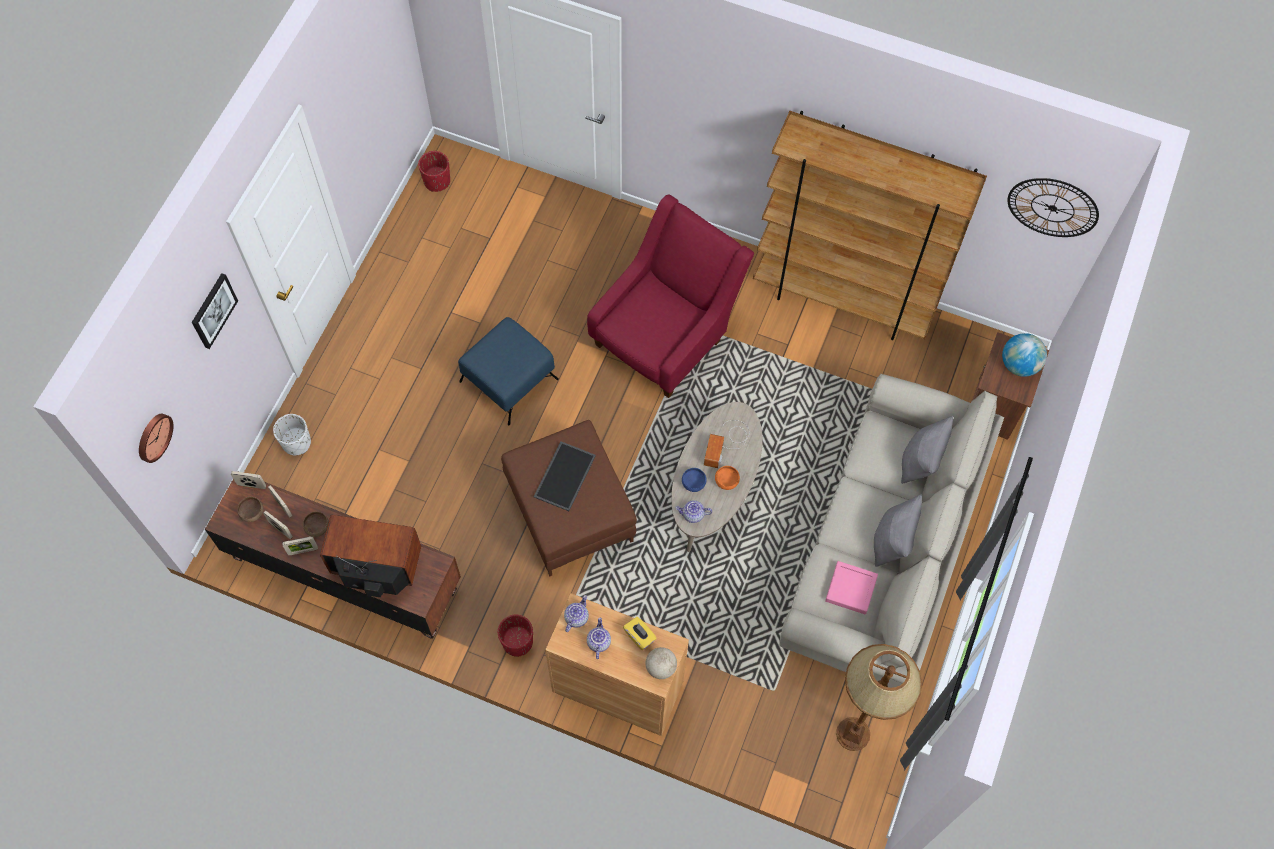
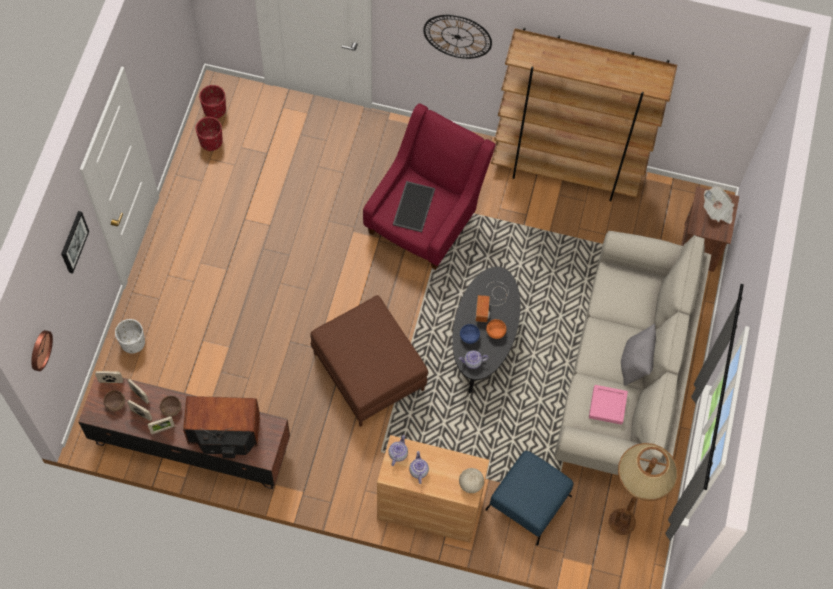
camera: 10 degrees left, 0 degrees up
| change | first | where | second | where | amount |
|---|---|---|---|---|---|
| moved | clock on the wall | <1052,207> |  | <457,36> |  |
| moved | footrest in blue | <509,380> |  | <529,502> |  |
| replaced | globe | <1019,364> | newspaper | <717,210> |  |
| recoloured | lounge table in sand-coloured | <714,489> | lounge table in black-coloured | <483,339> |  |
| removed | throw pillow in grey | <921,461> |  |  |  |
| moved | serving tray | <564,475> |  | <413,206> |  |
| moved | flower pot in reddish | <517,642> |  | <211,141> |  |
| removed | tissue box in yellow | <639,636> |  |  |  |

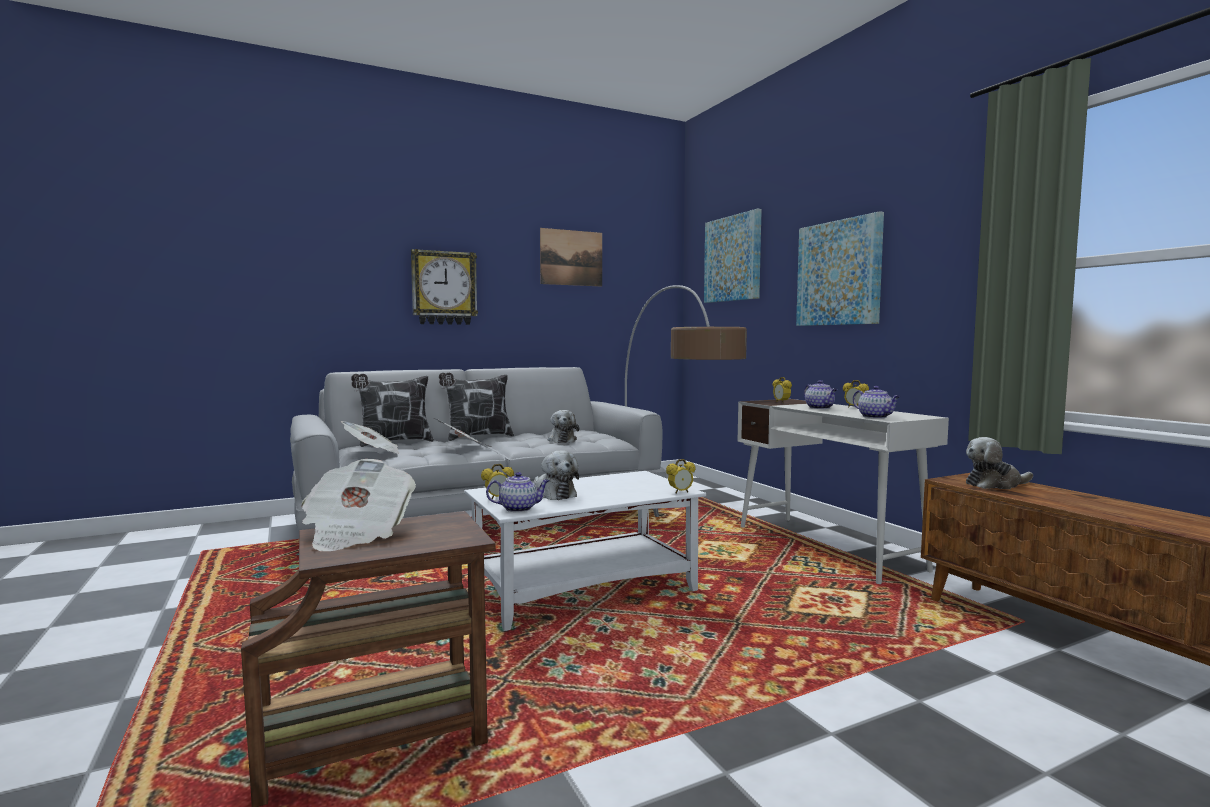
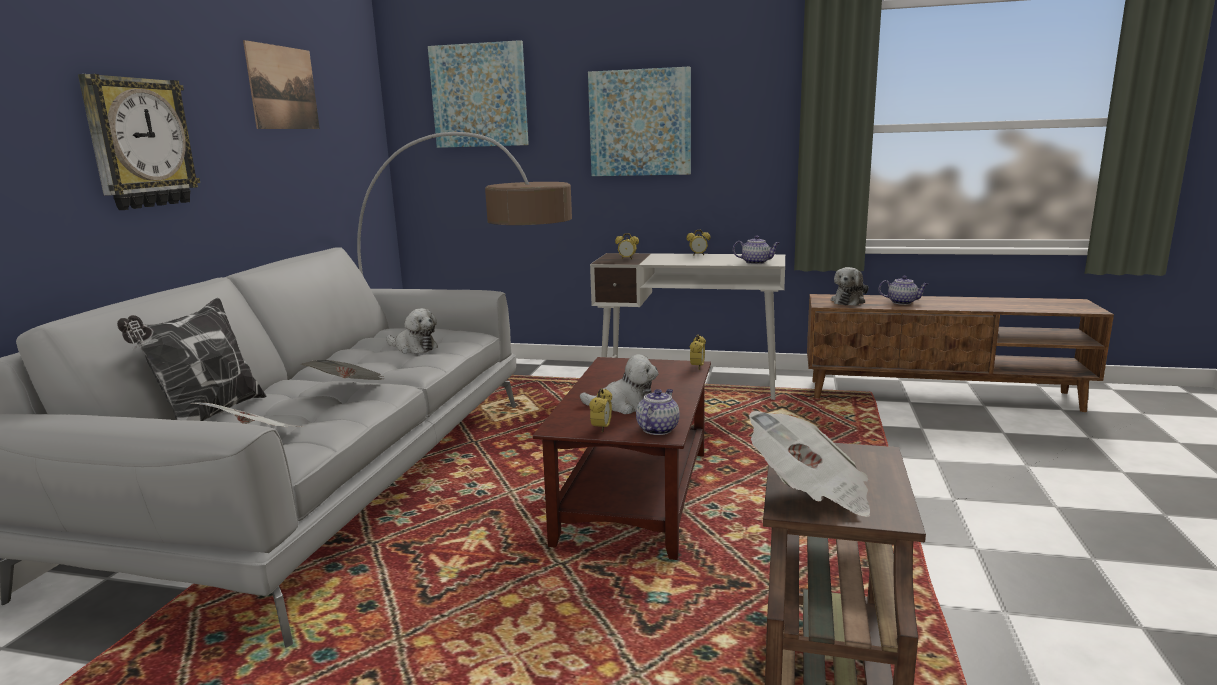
camera: 50 degrees left, 10 degrees up
| change | first | where | second | where | amount |
|---|---|---|---|---|---|
| removed | throw pillow | <477,437> |  |  |  |
| moved | tea pot | <820,408> |  | <902,302> |  |
| recoloured | lounge table in white-coloured | <585,589> | lounge table in brownish | <634,494> |  |

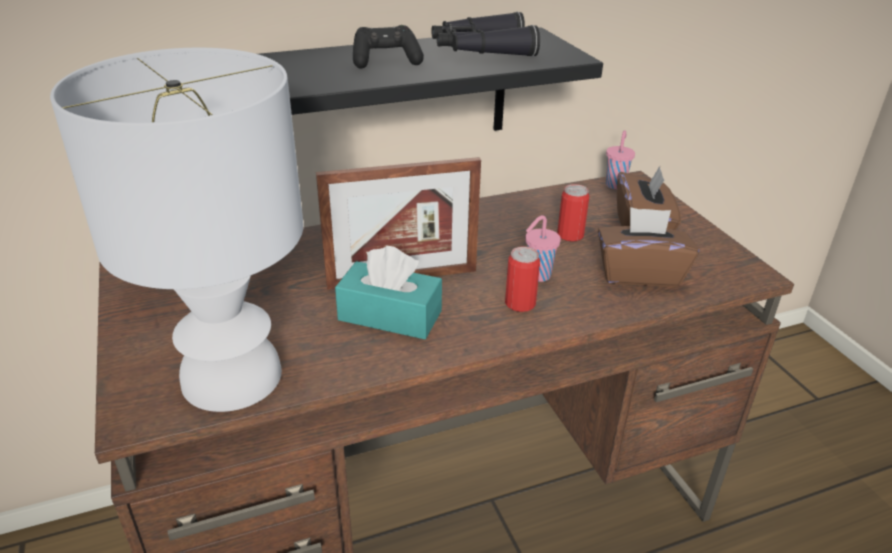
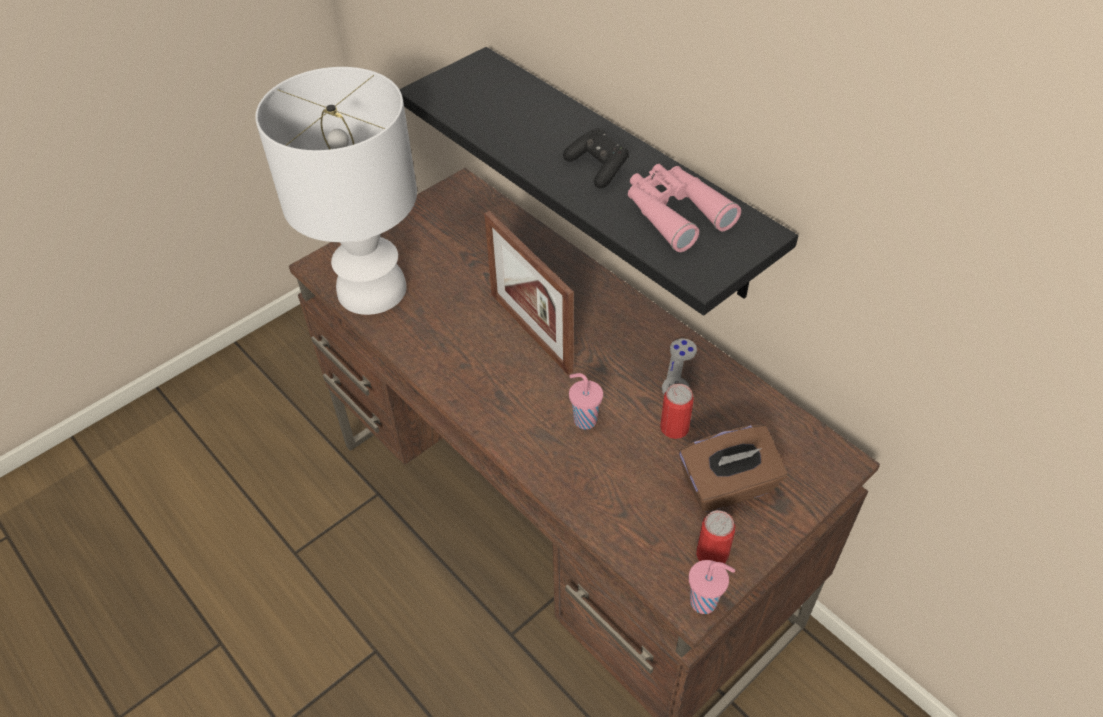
camera: 70 degrees right, 15 degrees up
| change | first | where | second | where | amount |
|---|---|---|---|---|---|
| recoloured | field glasses in black-coloured | <481,50> | field glasses in pinkish | <674,213> |  |
| moved | cup in pinkish | <615,184> |  | <705,602> |  |
| removed | tissue box in brownish | <639,273> |  |  |  |
| removed | tissue box in turquoise | <390,315> |  |  |  |
| moved | can | <520,303> |  | <712,554> |  |
| added |  |  | game controller in grey | <679,370> |  |

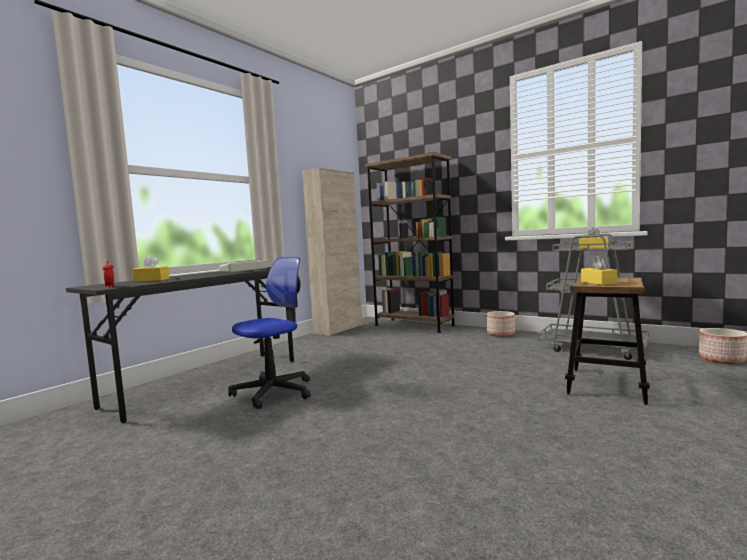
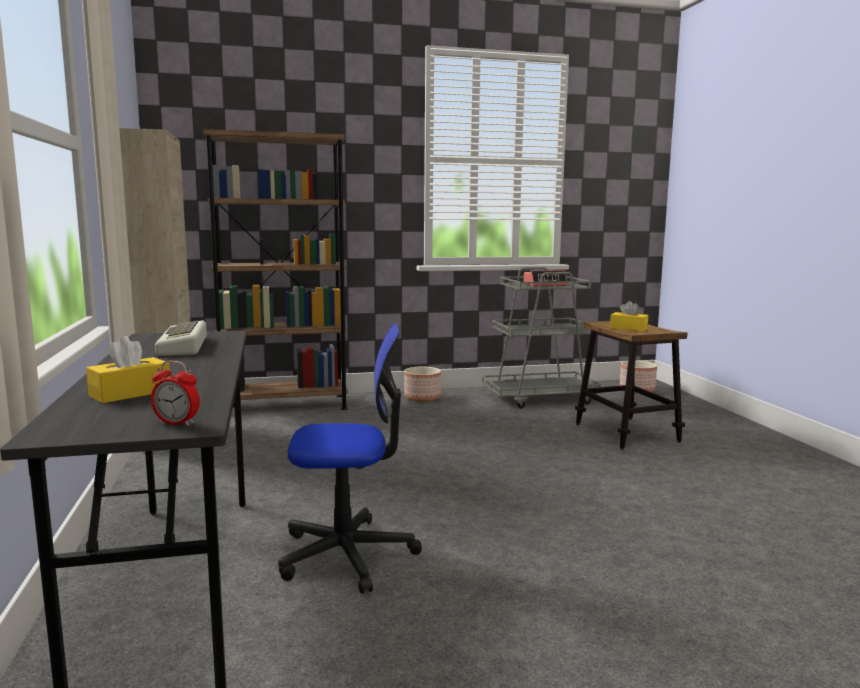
camera: 50 degrees left, 5 degrees up
| change | first | where | second | where | amount |
|---|---|---|---|---|---|
| replaced | tissue box in yellow | <593,248> | bedside clock | <545,285> |  |
| turned | desk chair | <273,392> |  | <347,554> | 90 degrees clockwise |

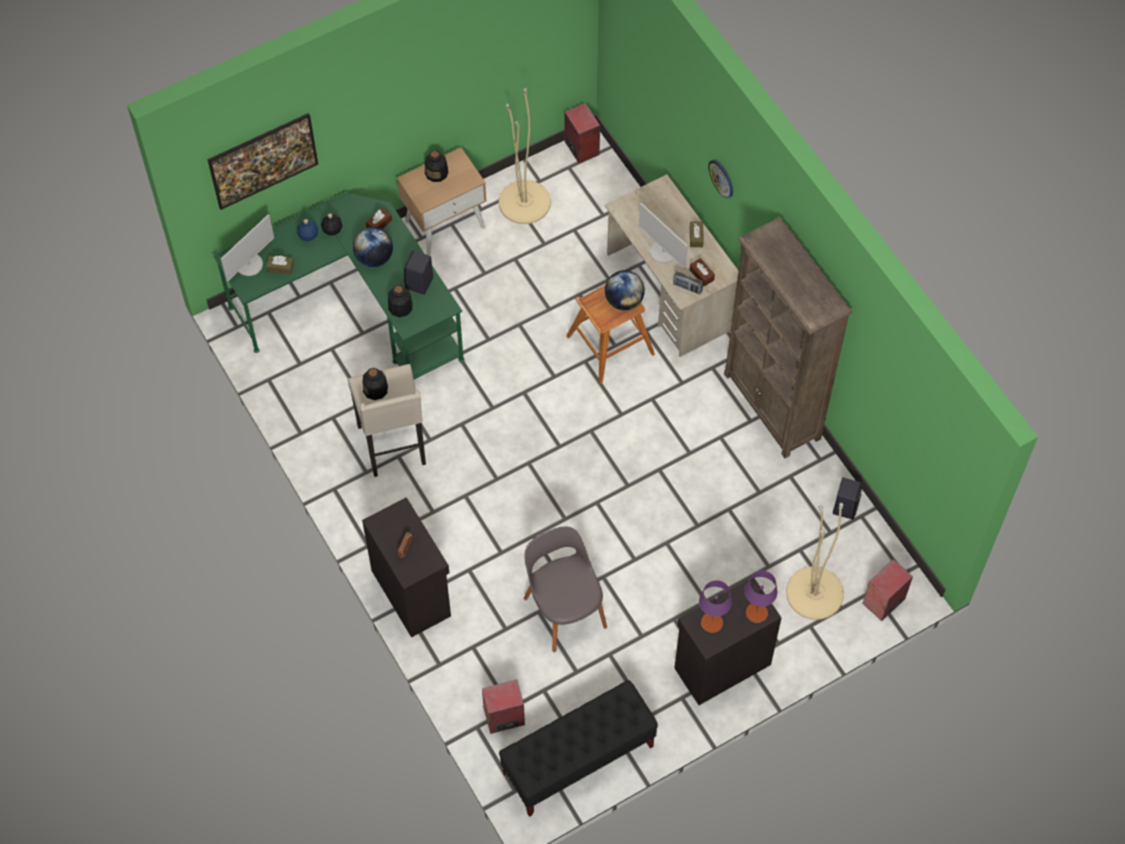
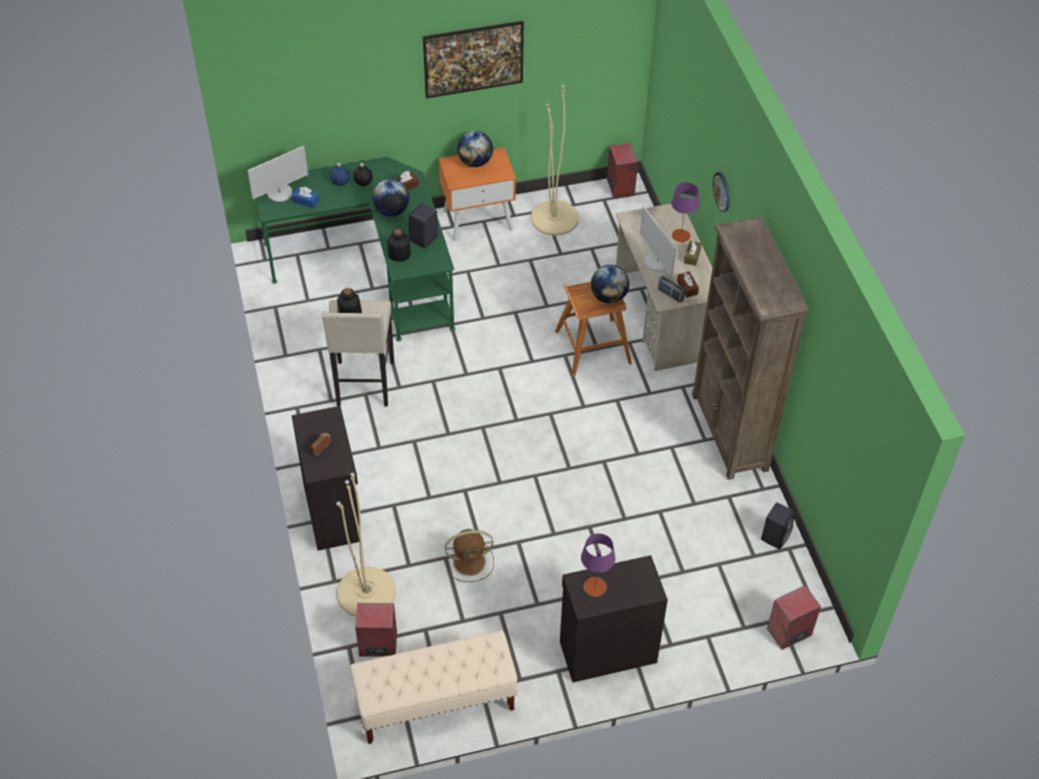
camera: 15 degrees right, 10 degrees down
| change | first | where | second | where | amount |
|---|---|---|---|---|---|
| moved | wall art | <266,172> |  | <473,74> |  |
| recoloured | nightstand in sand-coloured | <445,223> | nightstand in orange-coloured | <478,220> |  |
| replaced | beverage bottle | <437,173> | globe | <475,162> |  |
| recoloured | tissue box in brownish | <280,268> | tissue box in blue | <306,201> |  |
| moved | floor lamp in sand-coloured | <814,593> |  | <366,592> |  |
| replaced | chair in grey | <564,609> | electric fan in brownish | <471,562> |  |
| moved | table lamp in purple | <756,612> |  | <681,235> |  |
| recoloured | bench in black-coloured | <578,760> | bench in sand-coloured | <435,703> |  |

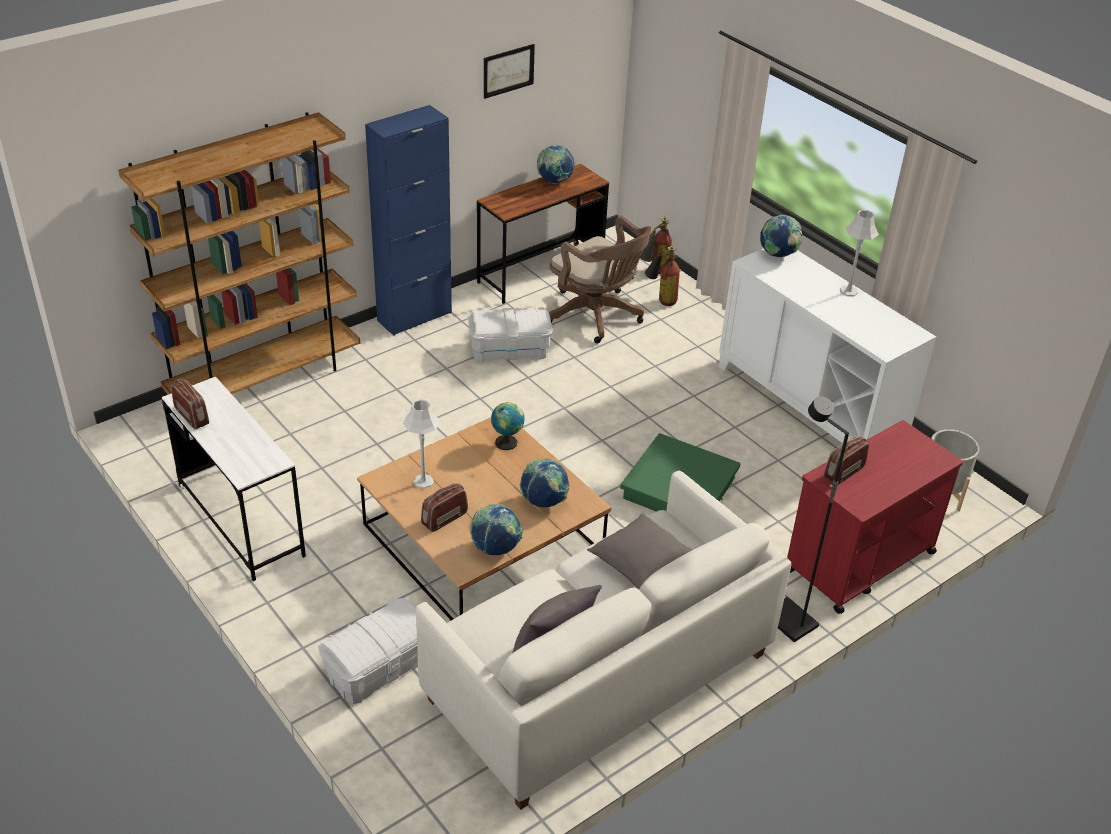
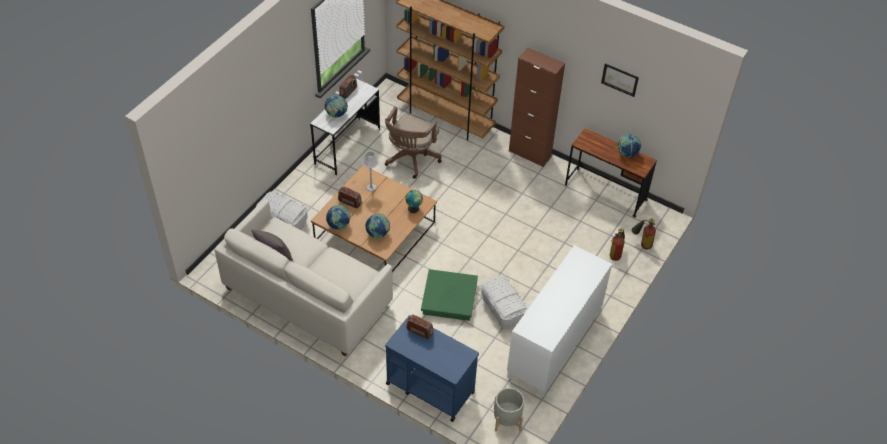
camera: 70 degrees right, 10 degrees up
| change | first | where | second | where | amount |
|---|---|---|---|---|---|
| recoloured | storage cabinet in blue | <414,316> | storage cabinet in brownish | <530,153> |  |
| removed | table lamp in grey | <849,291> |  |  |  |
| moved | desk chair in brownish | <597,317> |  | <410,159> |  |
| moved | globe | <777,255> |  | <336,115> |  |
| moved | storage bin in white-coloured | <509,349> |  | <502,309> |  |
| removed | floor lamp in black-coloured | <788,621> |  |  |  |
| recoloured | trolley in reddish | <858,561> | trolley in blue | <429,387> |  |
| removed | throw pillow in grey | <641,564> |  |  |  |

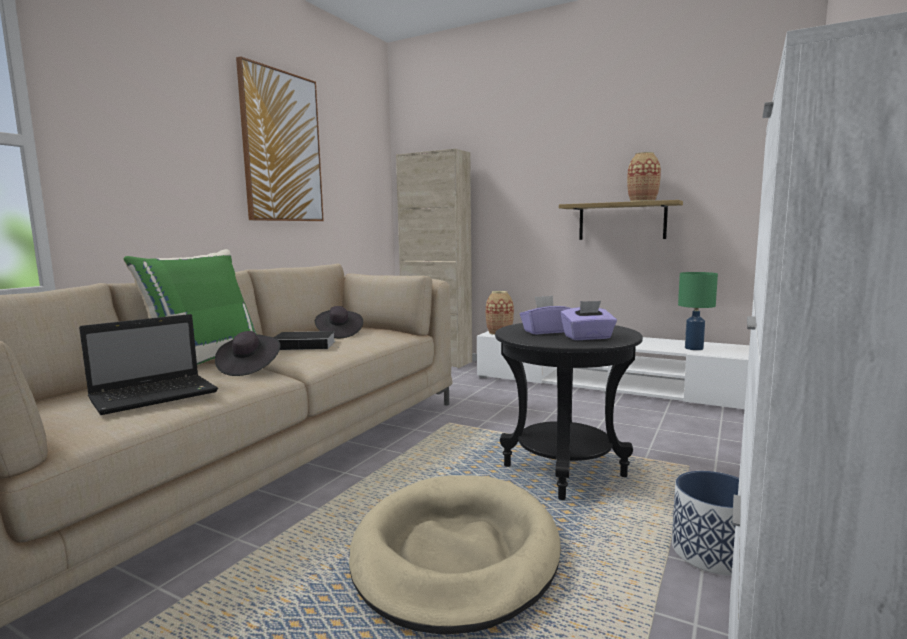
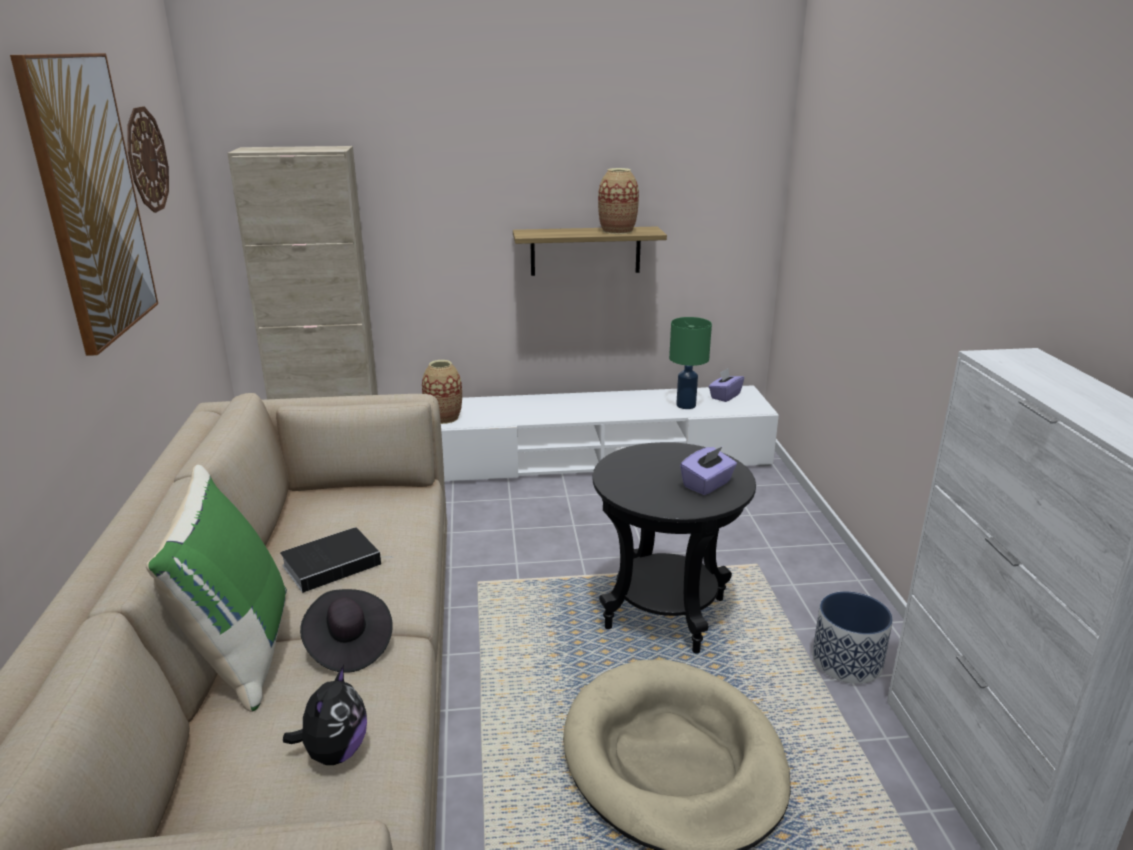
camera: 35 degrees left, 15 degrees up
| change | first | where | second | where | amount |
|---|---|---|---|---|---|
| moved | tissue box in purple | <545,331> |  | <725,396> |  |
| removed | clothing hat in black-coloured | <339,334> |  |  |  |
| replaced | notebook computer | <157,395> | plush toy | <334,752> |  |
| added |  |  | clock on the wall | <146,160> |  |

